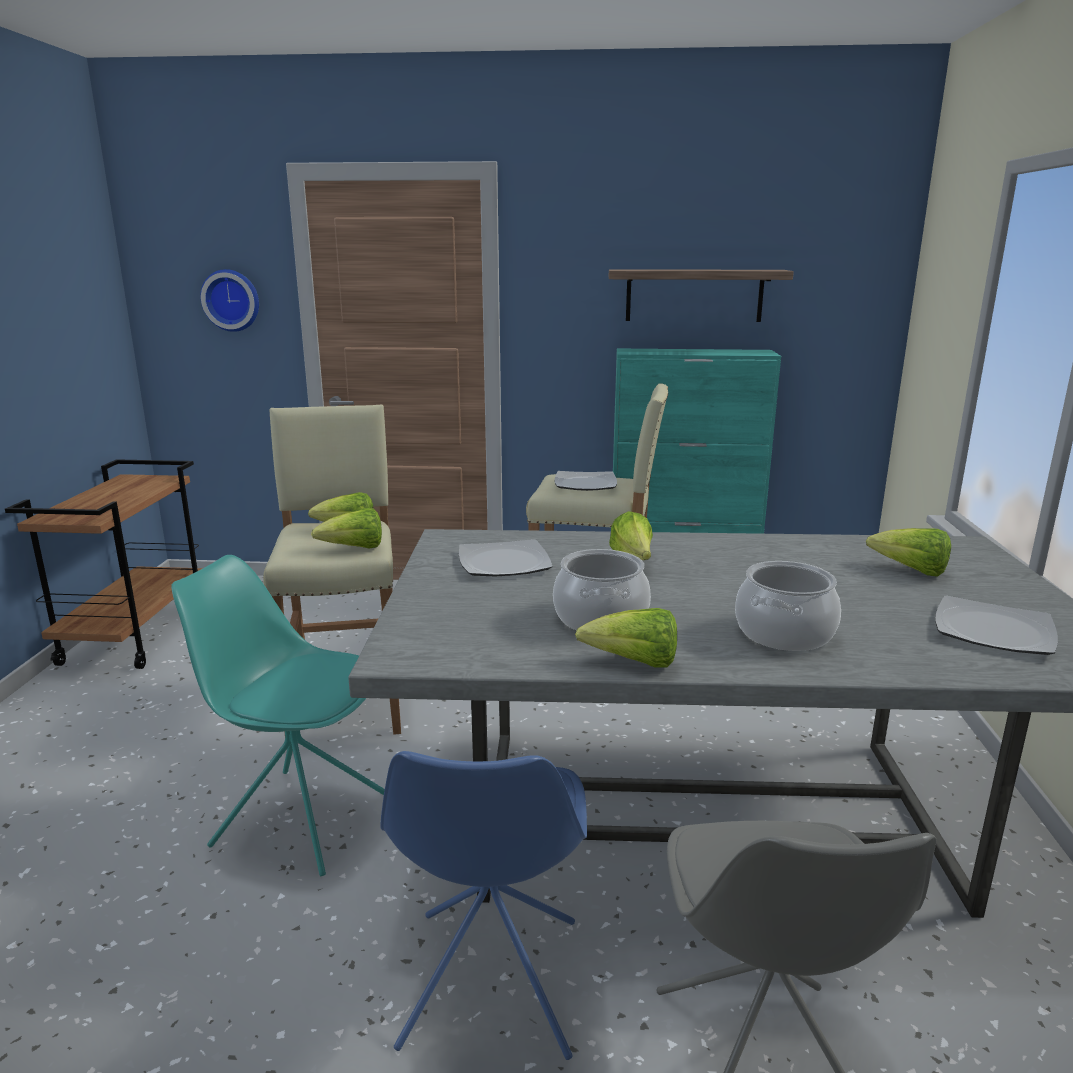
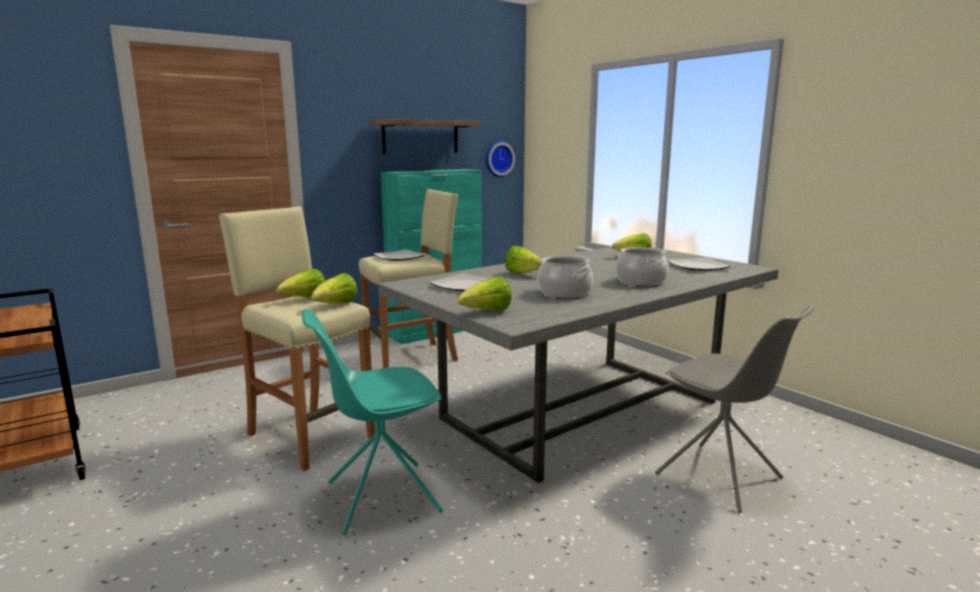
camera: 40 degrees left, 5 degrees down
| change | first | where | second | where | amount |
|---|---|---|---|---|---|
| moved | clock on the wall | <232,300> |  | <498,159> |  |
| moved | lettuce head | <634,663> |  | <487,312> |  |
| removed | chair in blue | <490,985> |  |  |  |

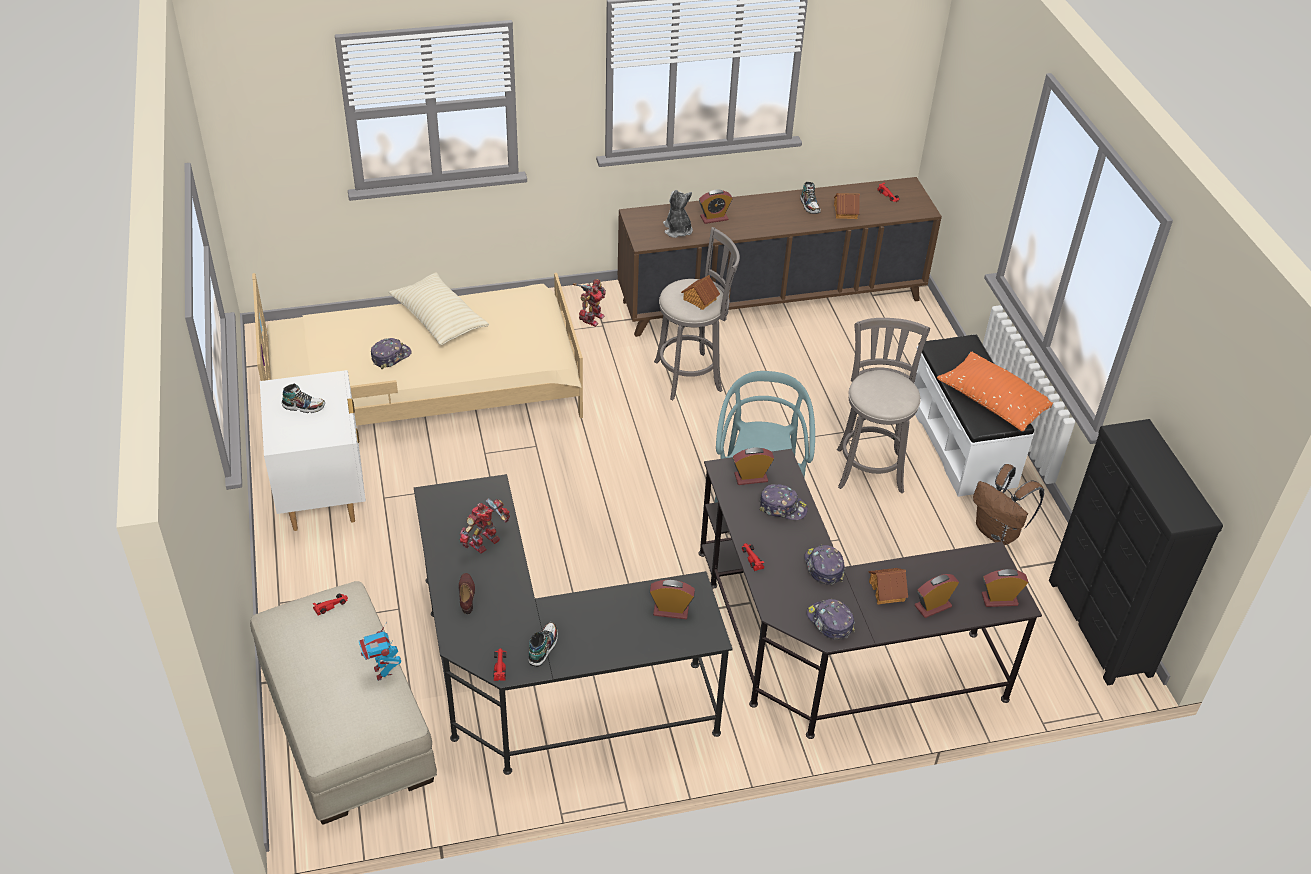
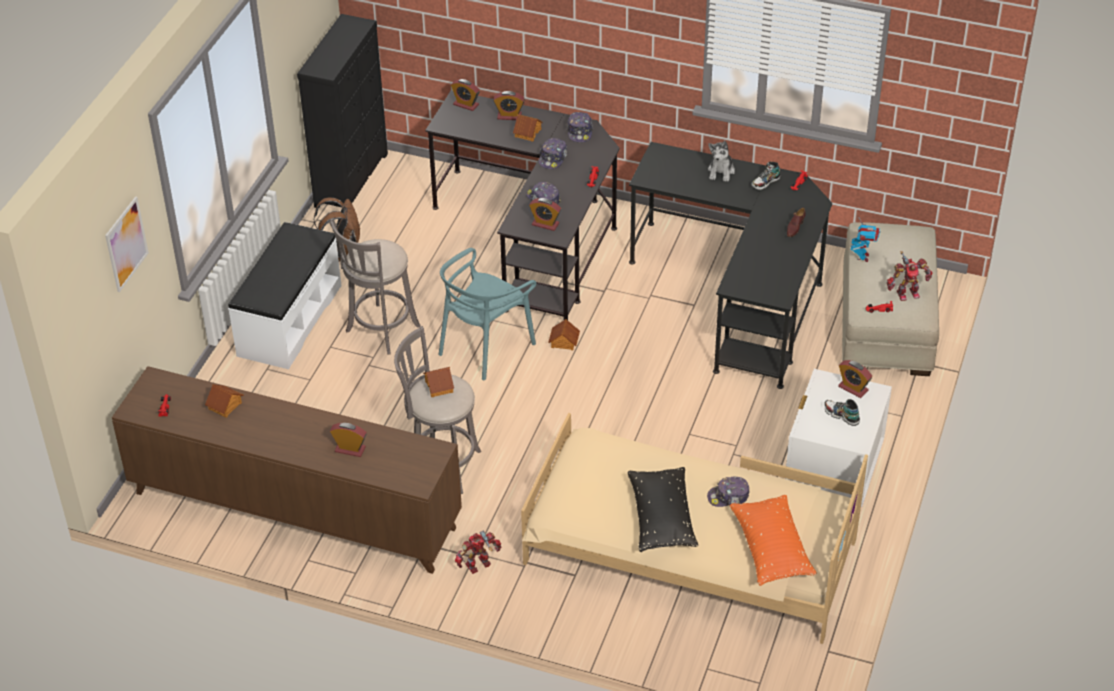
camera: 145 degrees left, 0 degrees up
| change | first | where | second | where | amount |
|---|---|---|---|---|---|
| removed | low shoe | <810,205> |  |  |  |
| moved | plush toy | <677,230> |  | <721,171> |  |
| recoloured | throw pillow in sand-coloured | <439,319> | throw pillow in black-coloured | <661,518> |  |
| moved | throw pillow in orange-coloured | <993,402> |  | <771,549> |  |
| moved | model robot | <486,543> |  | <907,293> |  |
| moved | bedside clock | <671,610> |  | <853,388> |  |
| added |  |  | wall art | <126,244> |  |
| added |  |  | toy house | <563,342> |  |

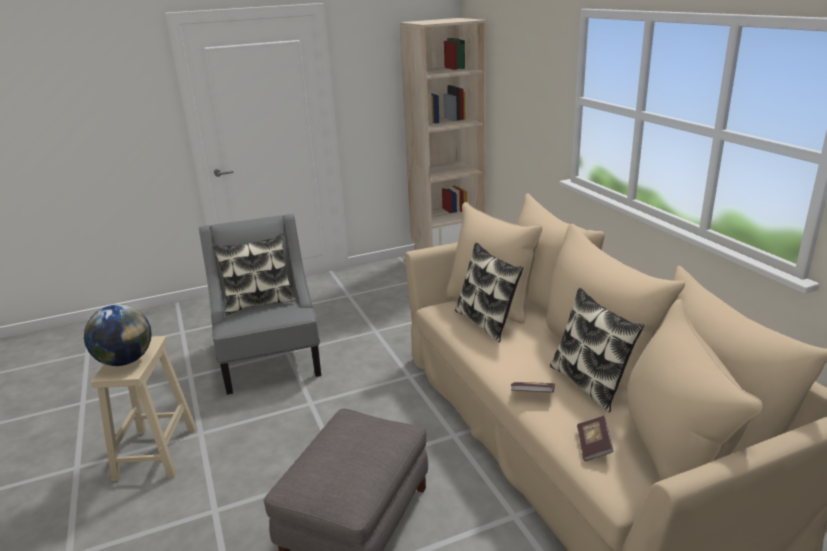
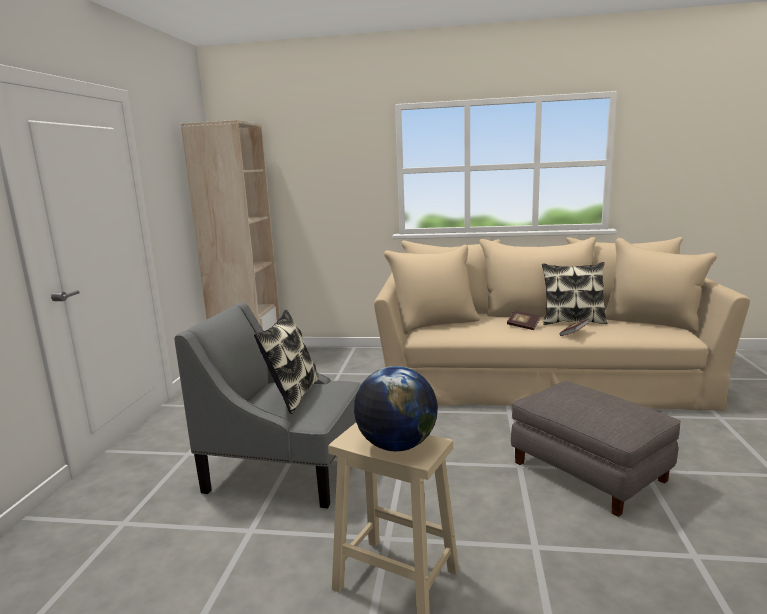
camera: 60 degrees left, 10 degrees down
| change | first | where | second | where | amount |
|---|---|---|---|---|---|
| removed | throw pillow | <486,322> |  |  |  |
| moved | bound book | <593,446> |  | <523,326> |  |

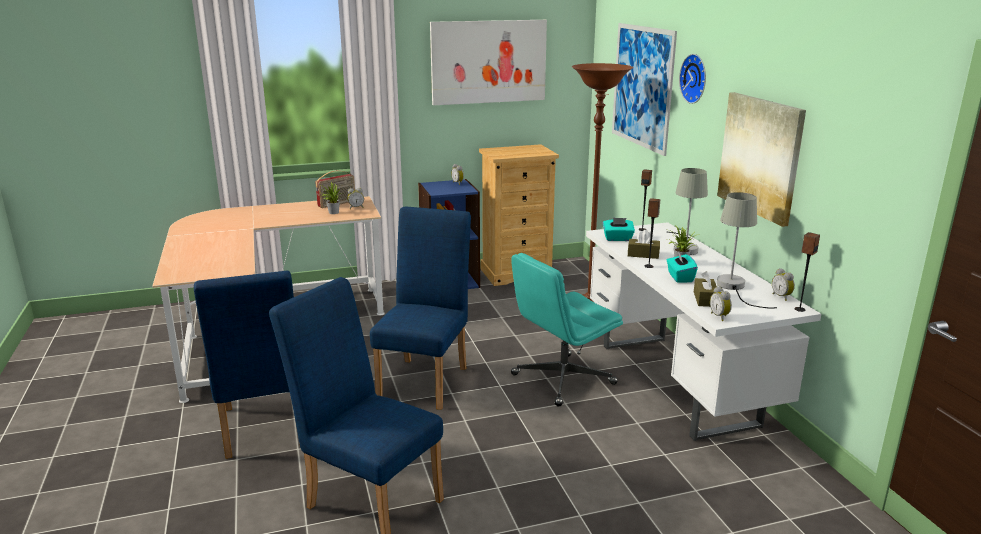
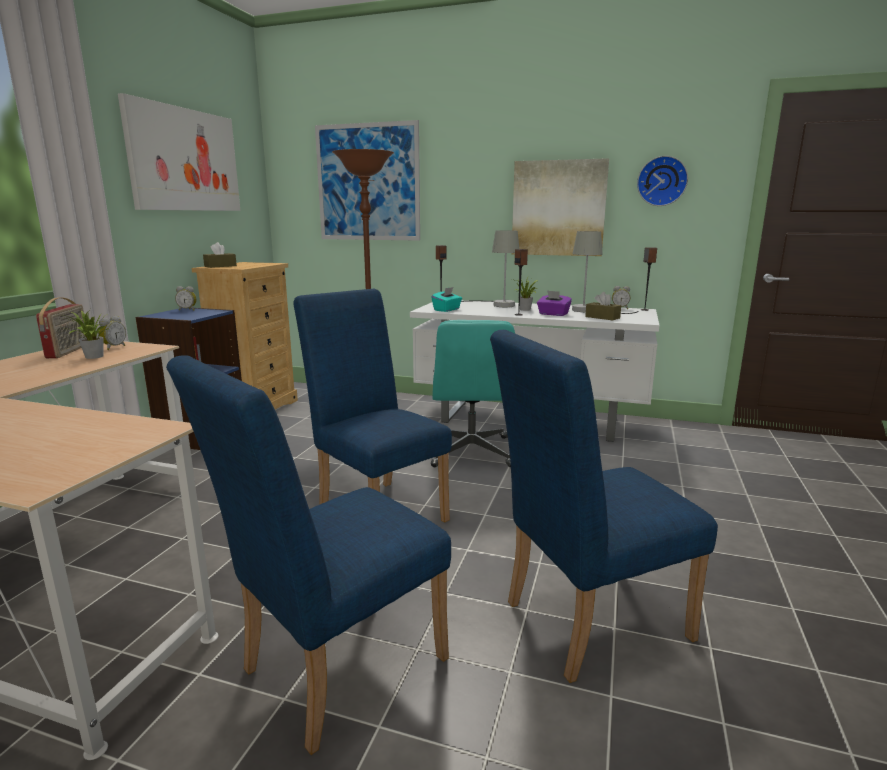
camera: 55 degrees left, 5 degrees down
| change | first | where | second | where | amount |
|---|---|---|---|---|---|
| moved | clock on the wall | <695,78> |  | <662,181> |  |
| moved | tissue box in brownish | <643,254> |  | <220,266> |  |
| recoloured | tissue box in turquoise | <680,277> | tissue box in purple | <553,314> |  |
| turned | chair in blue | <263,431> |  | <332,671> | 120 degrees clockwise |
| removed | bedside clock | <720,316> |  |  |  |

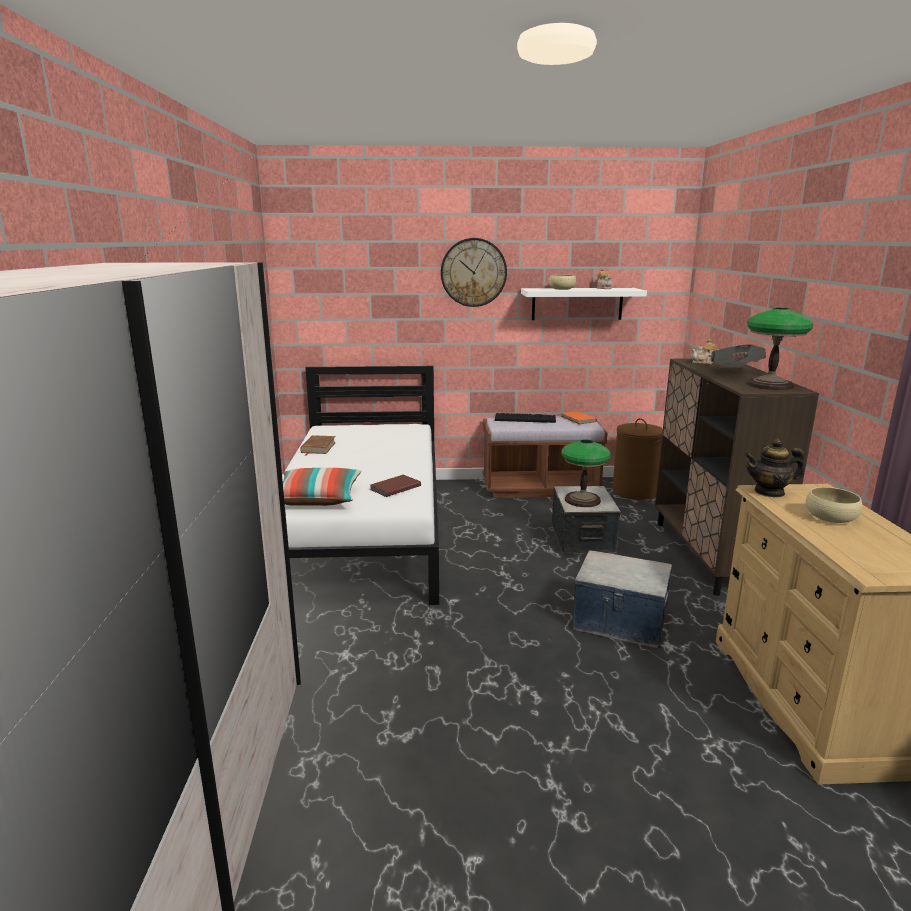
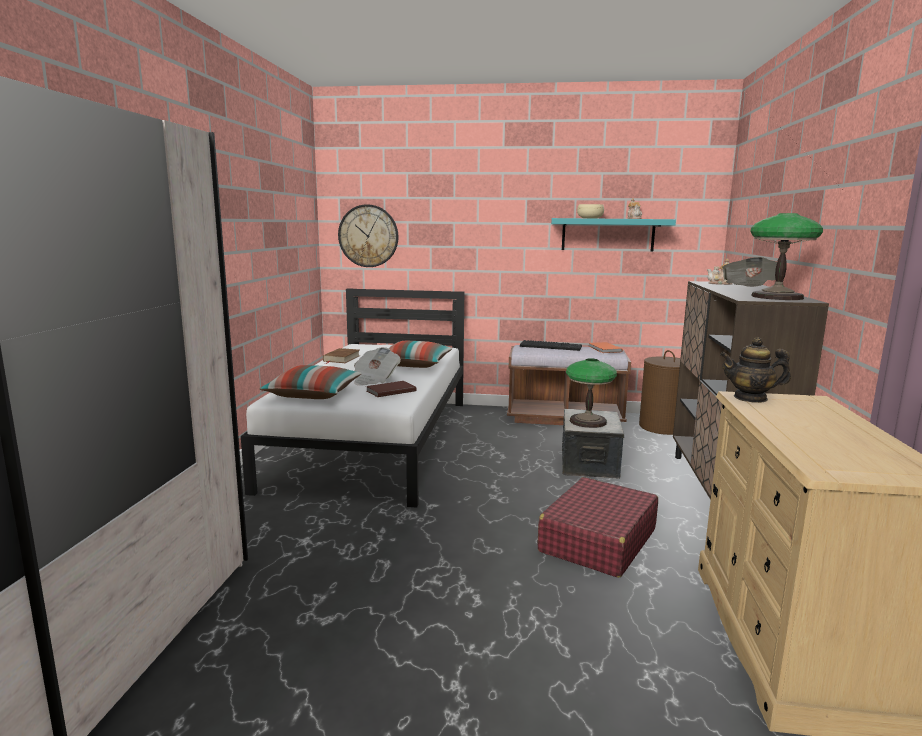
camera: 10 degrees right, 5 degrees down
| change | first | where | second | where | amount |
|---|---|---|---|---|---|
| moved | clock on the wall | <473,272> |  | <368,236> |  |
| recoloured | shelf in white-coloured | <577,304> | shelf in turquoise | <607,234> |  |
| removed | bowl in sand-coloured | <831,517> |  |  |  |
| replaced | storage bin | <620,622> | piece of luggage in reddish | <597,541> |  |
| added |  |  | throw pillow | <414,365> |  |
| added |  |  | newspaper | <374,380> |  |

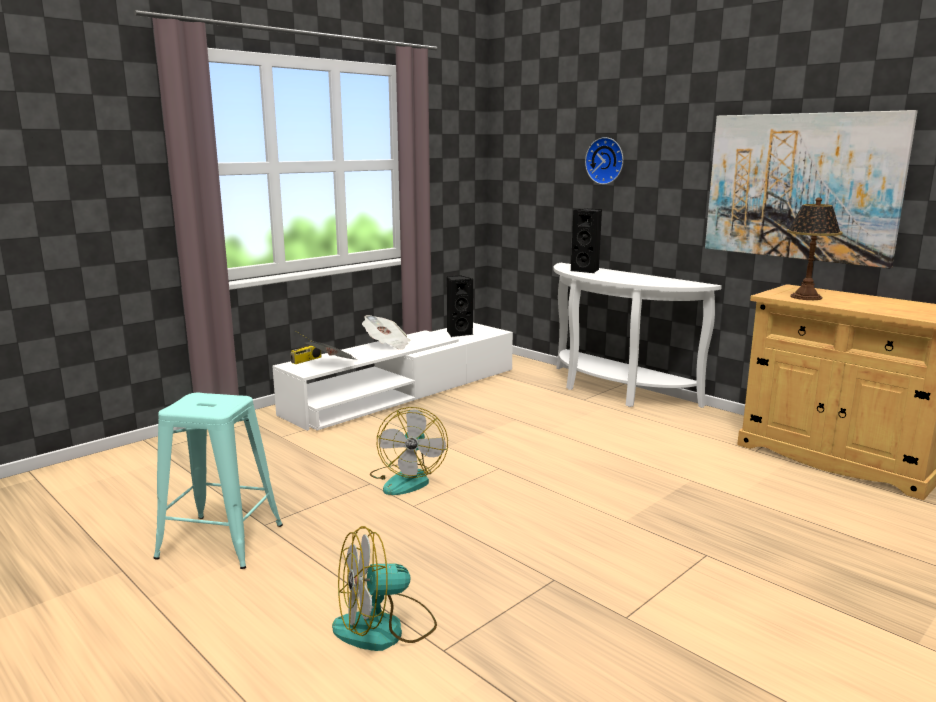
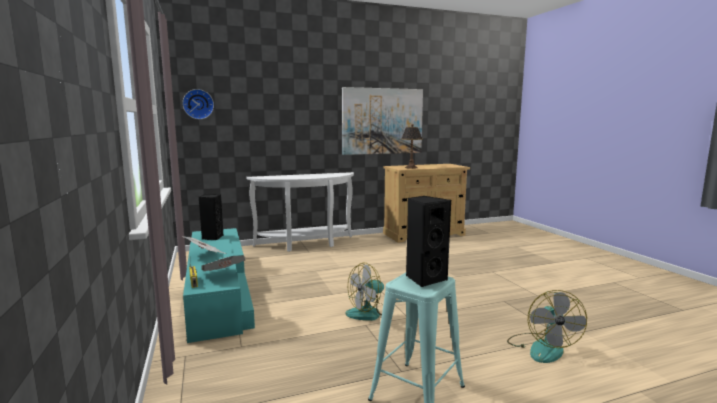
camera: 65 degrees left, 5 degrees down
| change | first | where | second | where | amount |
|---|---|---|---|---|---|
| moved | clock on the wall | <606,160> |  | <198,104> |  |
| moved | speaker in black-coloured | <586,270> |  | <425,279> |  |
| recoloured | tv unit in white-coloured | <404,392> | tv unit in turquoise | <218,289> |  |
| turned | electric fan | <407,479> |  | <370,313> | 120 degrees clockwise |

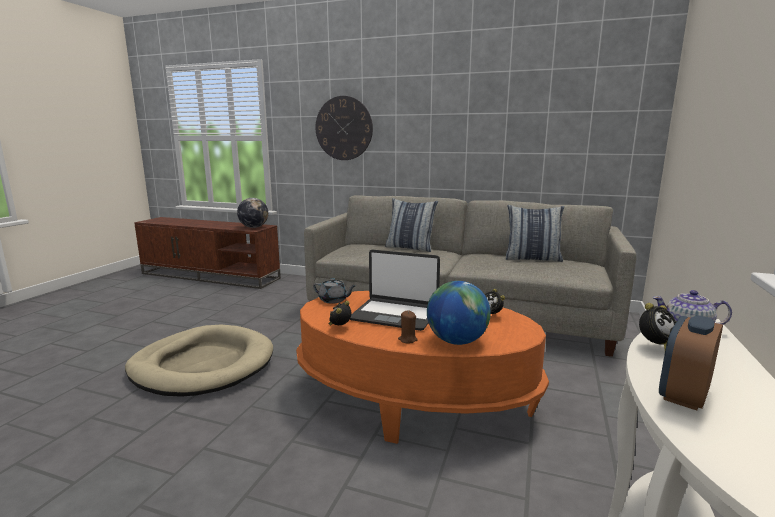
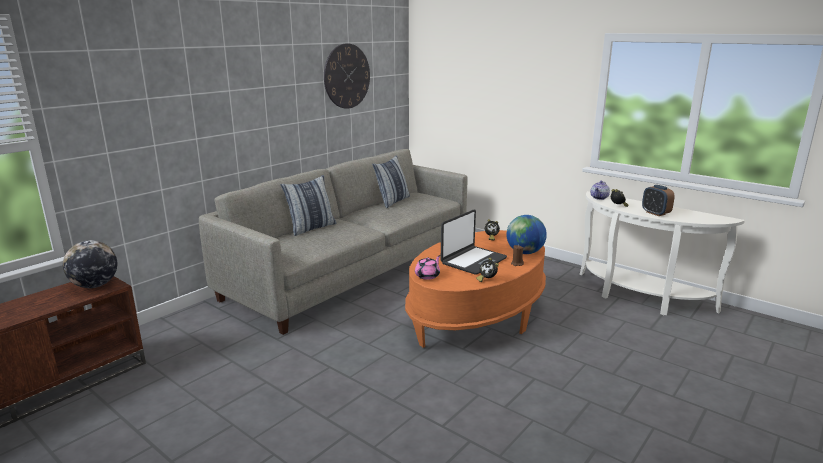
camera: 70 degrees left, 5 degrees up
| change | first | where | second | where | amount |
|---|---|---|---|---|---|
| moved | clock on the wall | <344,128> |  | <347,76> |  |
| recoloured | tea pot in grey | <334,300> | tea pot in pinkish | <427,276> |  |
| removed | dog cushion in sand-coloured | <203,365> |  |  |  |

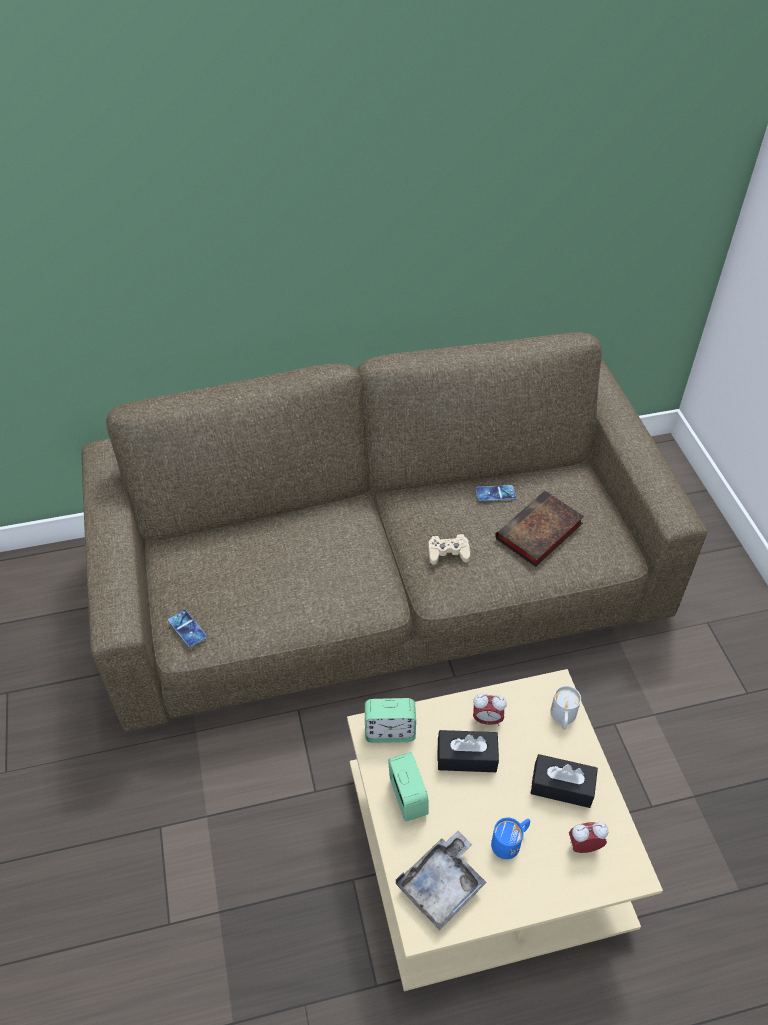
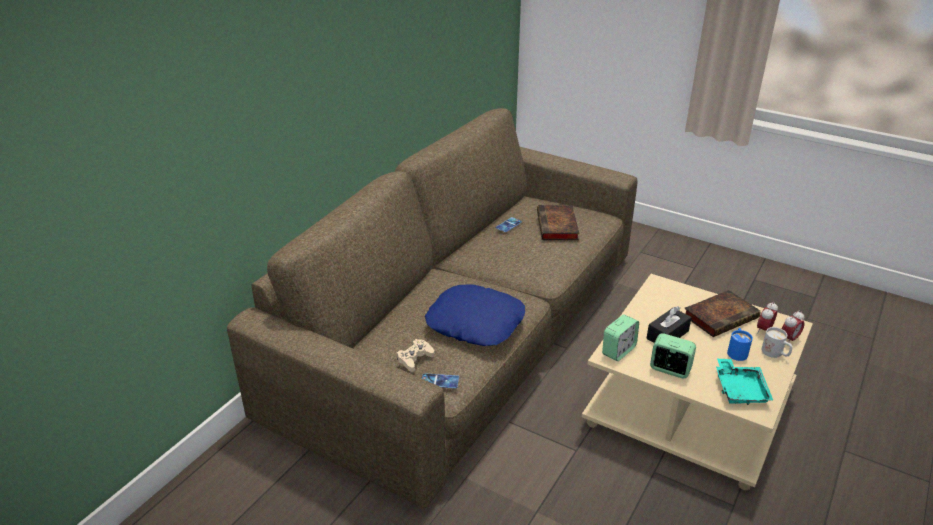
camera: 45 degrees left, 15 degrees down
| change | first | where | second | where | amount |
|---|---|---|---|---|---|
| moved | game controller in sand-coloured | <448,552> |  | <415,358> |  |
| moved | coffee mug in white-coloured | <563,718> |  | <775,353> |  |
| moved | bedside clock | <487,719> |  | <789,339> |  |
| replaced | tissue box in black-coloured | <562,786> | bound book | <721,316> |  |
| recoloured | serving tray in grey | <442,885> | serving tray in turquoise | <740,389> |  |
| added |  |  | throw pillow in blue | <475,323> |  |

